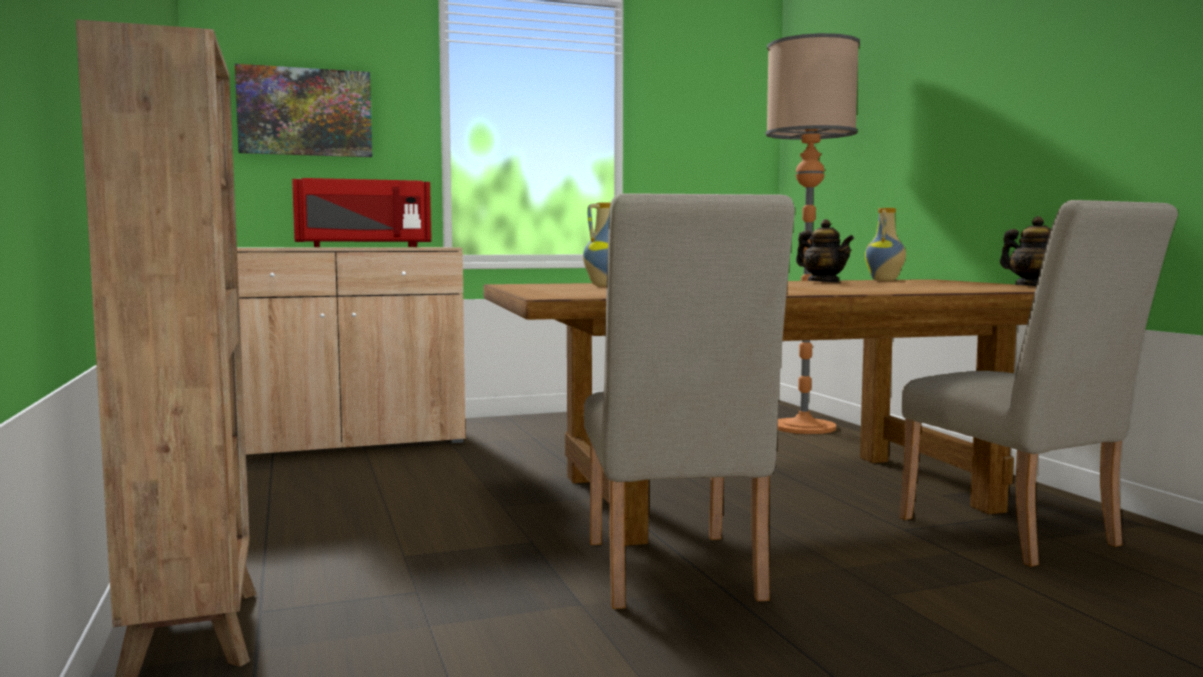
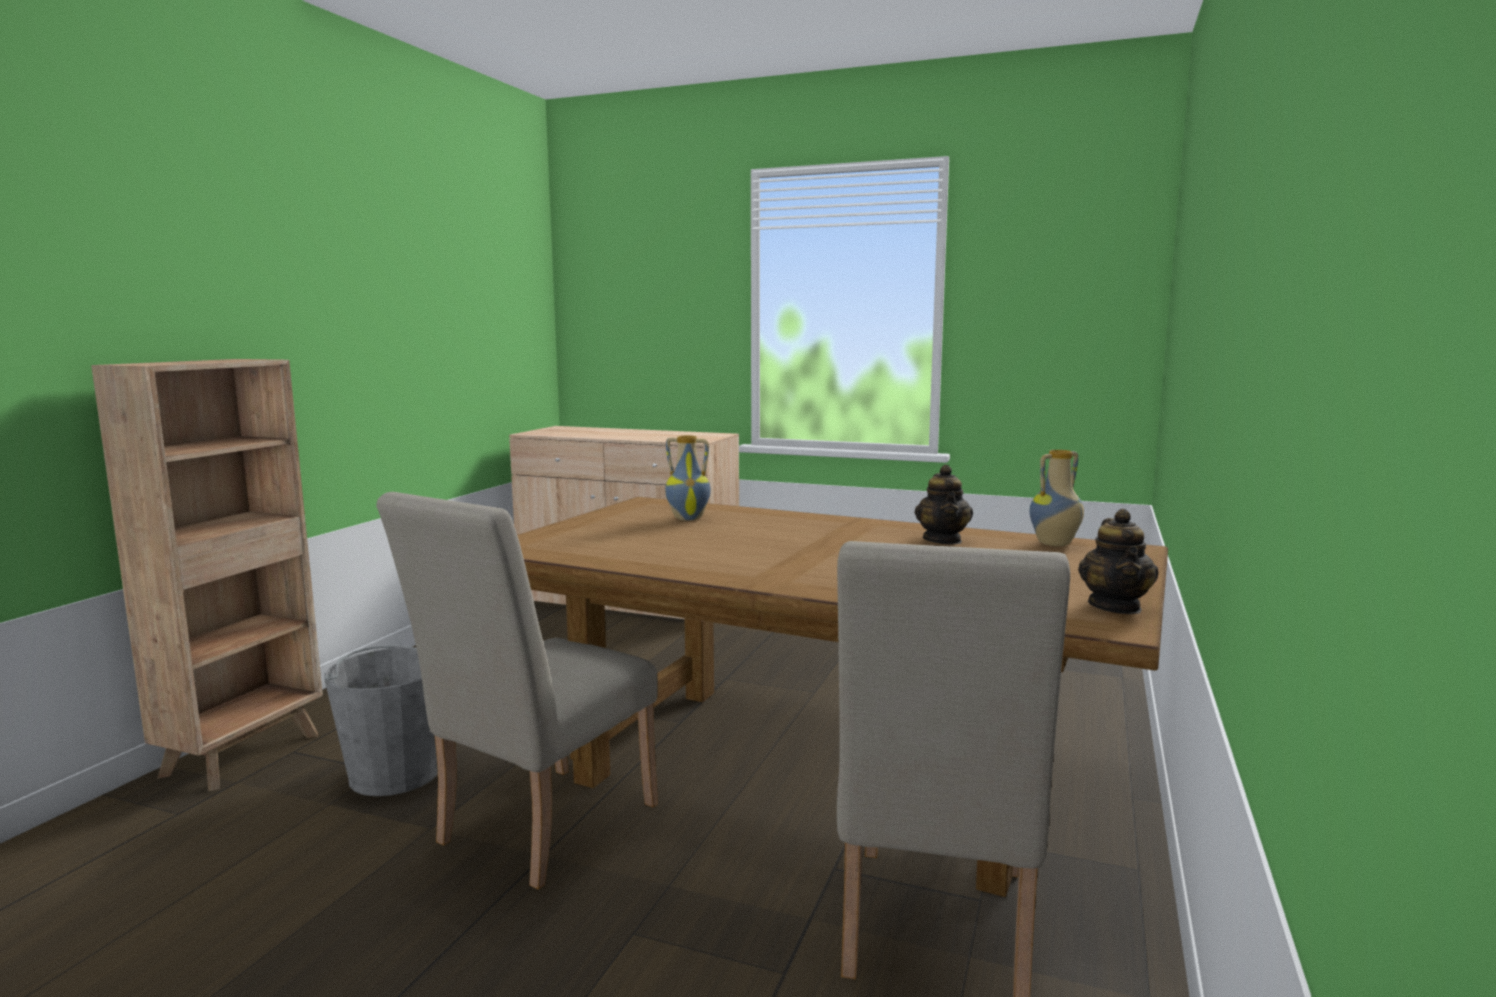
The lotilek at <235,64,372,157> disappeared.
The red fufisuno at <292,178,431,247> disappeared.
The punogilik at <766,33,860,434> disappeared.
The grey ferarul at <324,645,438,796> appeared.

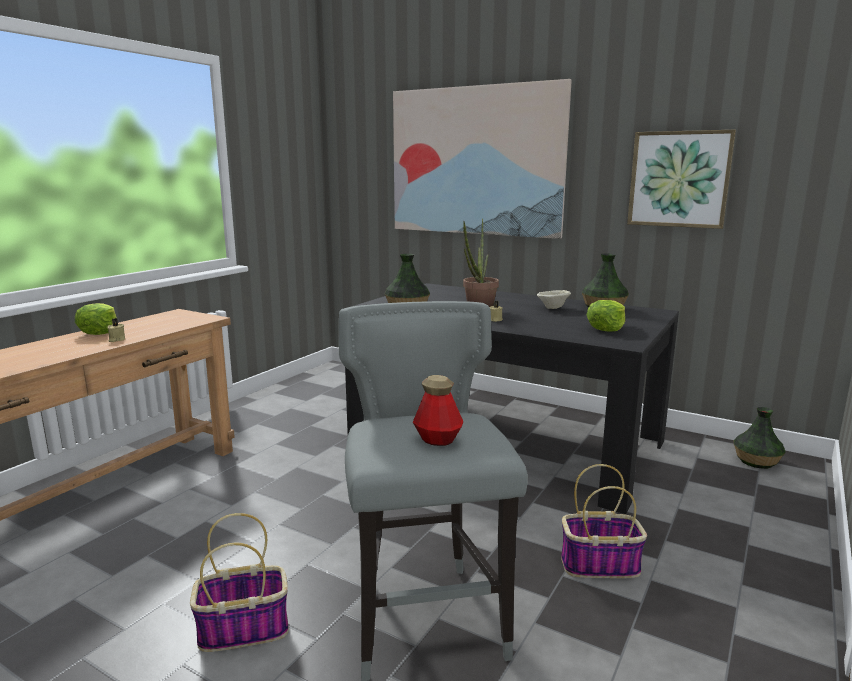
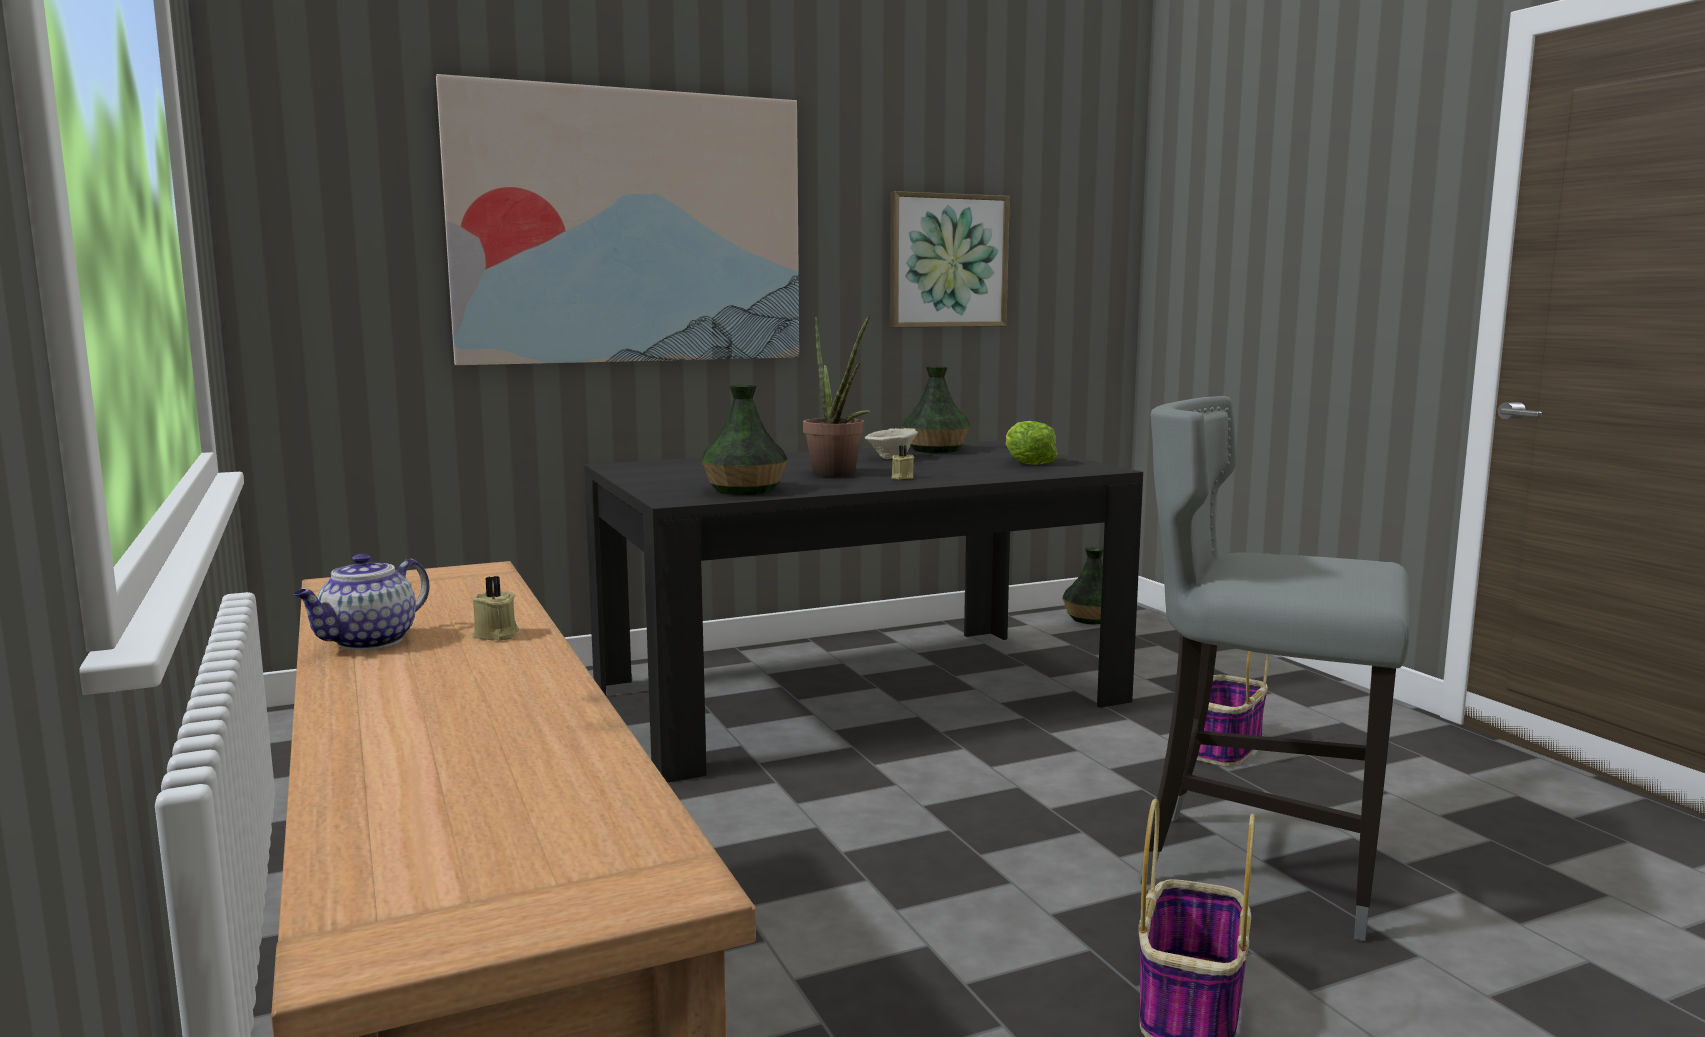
The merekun at <413,375,463,446> disappeared.
The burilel at <75,303,117,335> was replaced by the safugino at <293,553,430,650>.

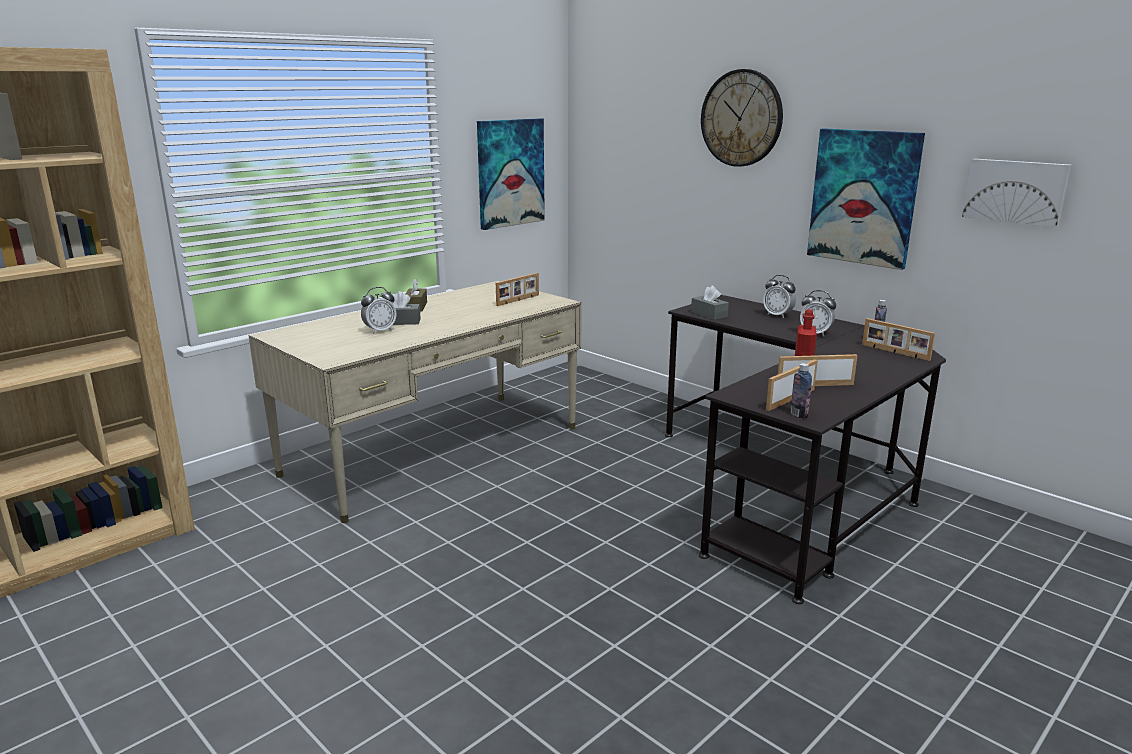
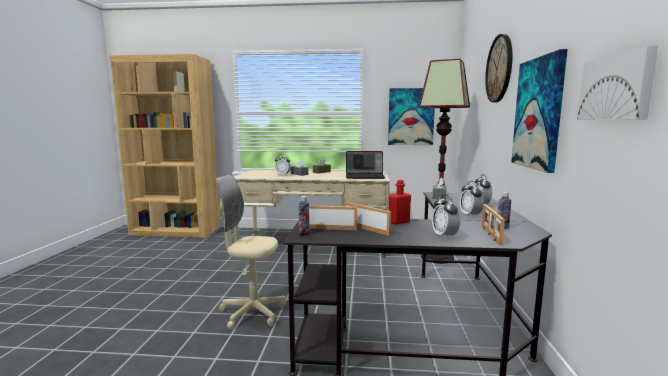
The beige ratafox at <216,174,286,330> appeared.
The punogilik at <419,58,470,264> appeared.
The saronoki at <432,194,460,239> appeared.
The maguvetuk at <496,273,539,306> was replaced by the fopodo at <346,151,385,179>.

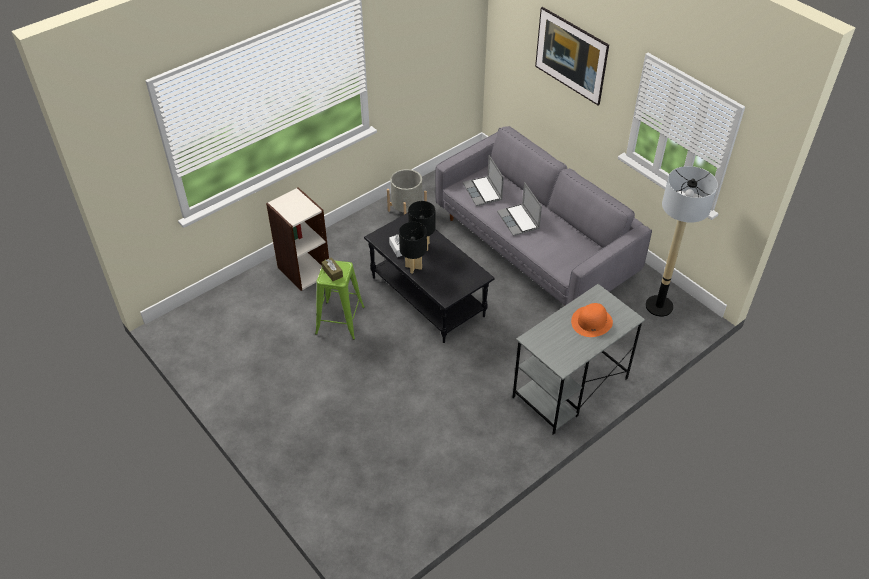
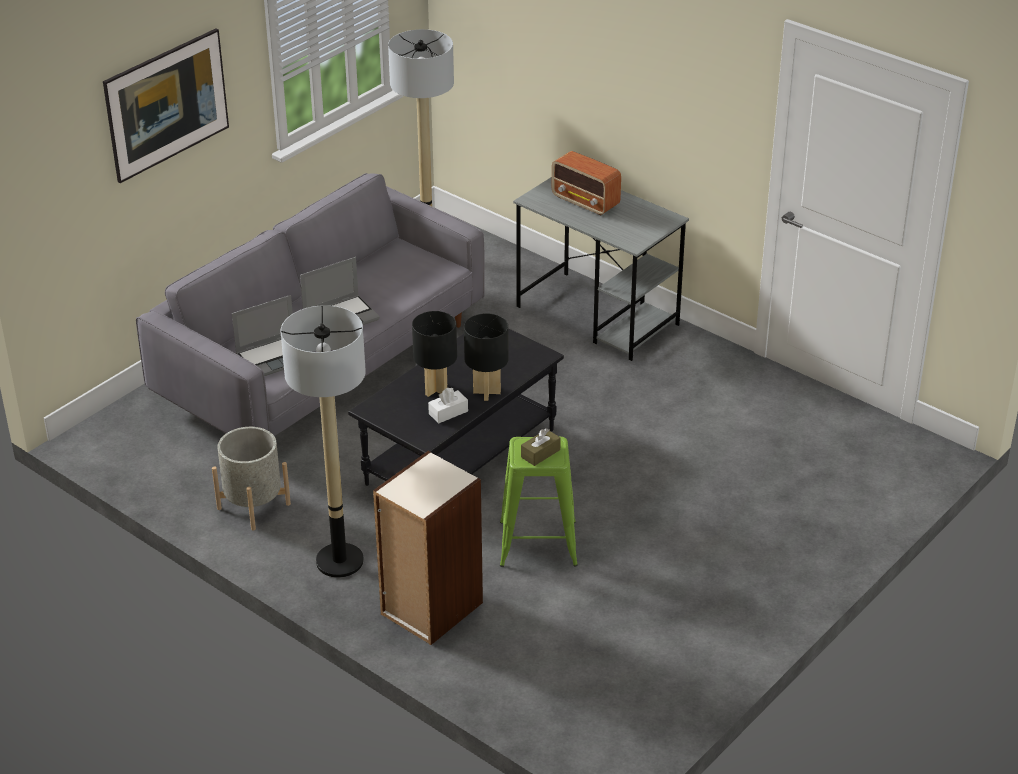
The punogilik at <281,305,366,578> appeared.
The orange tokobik at <571,303,613,337> was replaced by the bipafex at <552,151,621,216>.

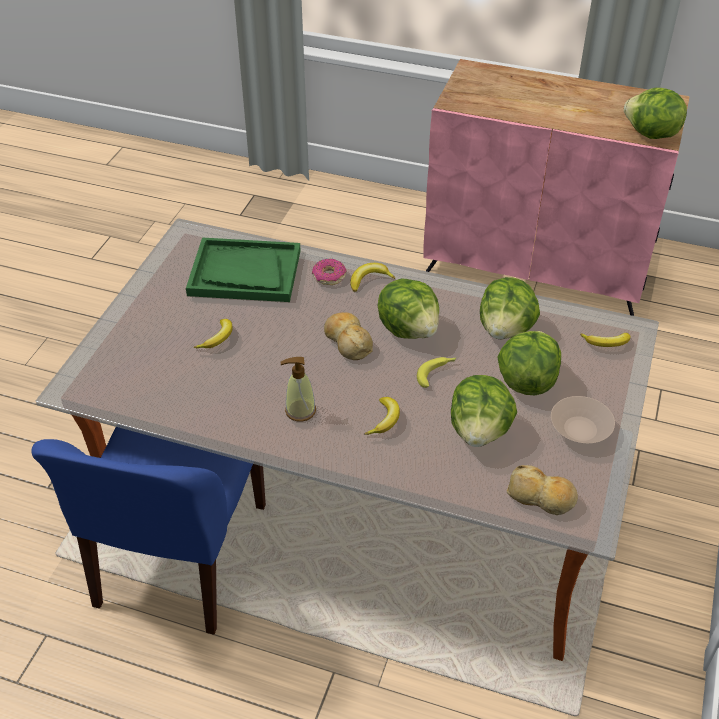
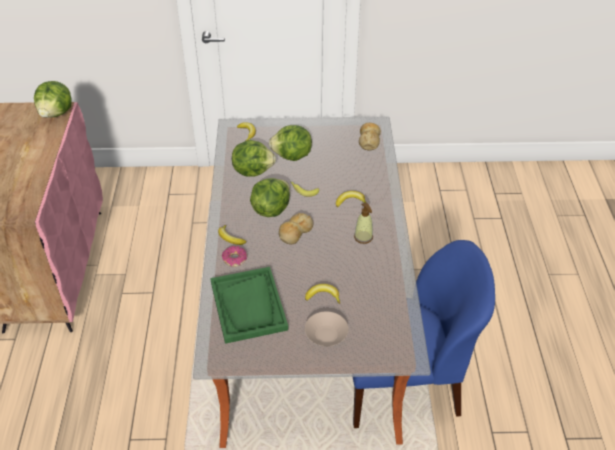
The burilel at <451,375,517,447> disappeared.
The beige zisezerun moved from <551,396,615,443> to <305,311,348,346>.

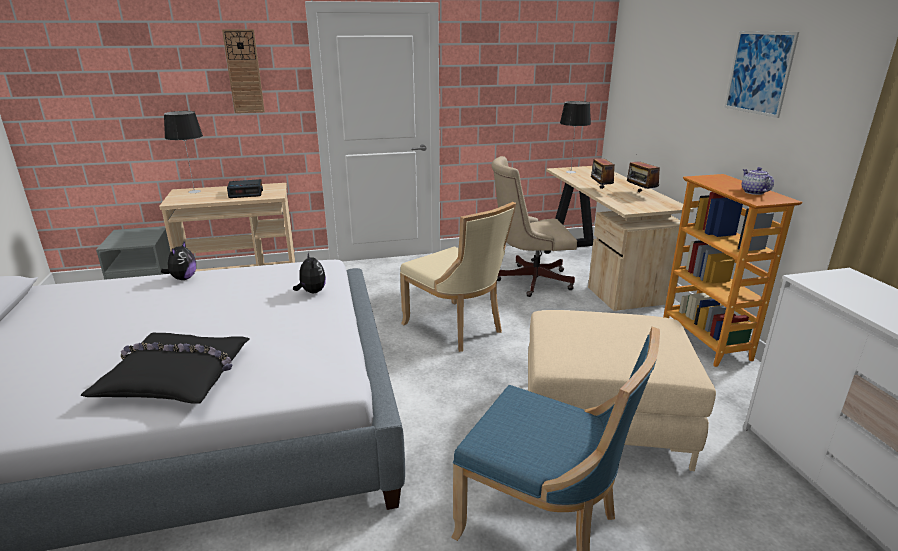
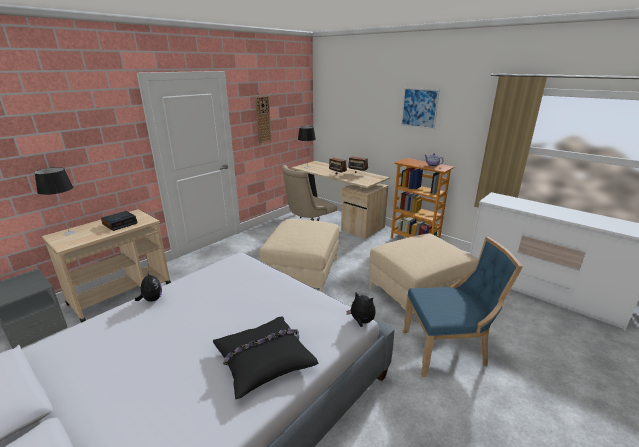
The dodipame moved from <222,29,265,113> to <255,96,271,143>.
The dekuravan moved from <293,252,326,293> to <346,292,376,327>.
The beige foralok at <400,202,516,352> was replaced by the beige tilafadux at <260,219,339,293>.

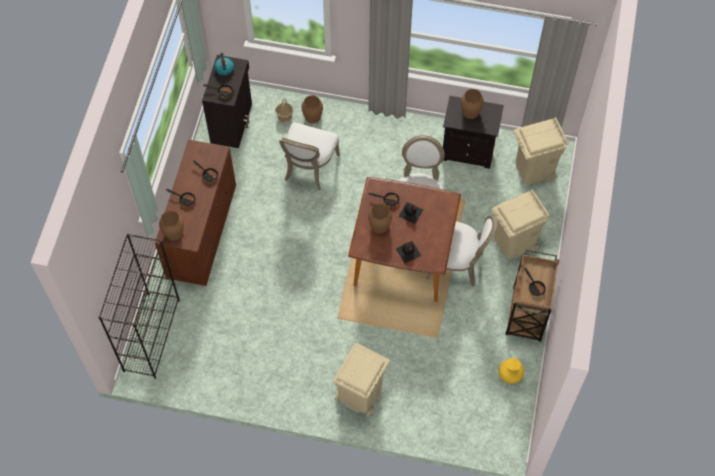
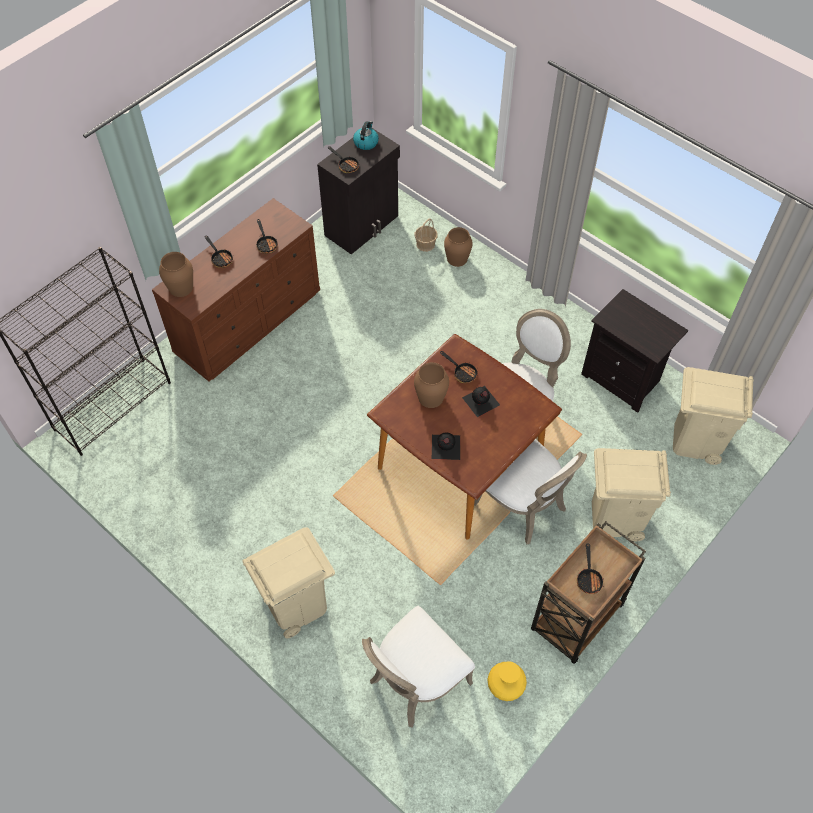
The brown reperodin at <461,89,484,119> disappeared.
The white foralok moved from <279,122,340,190> to <362,605,475,728>.

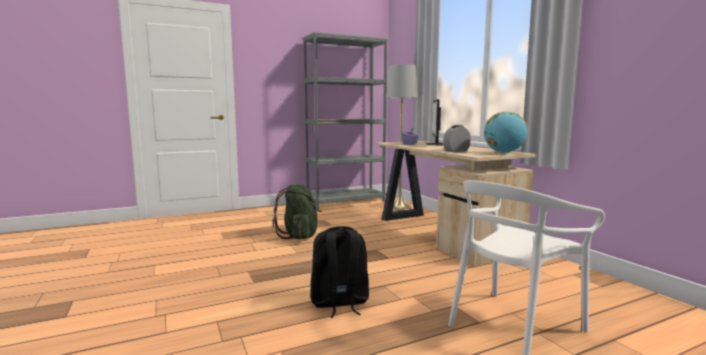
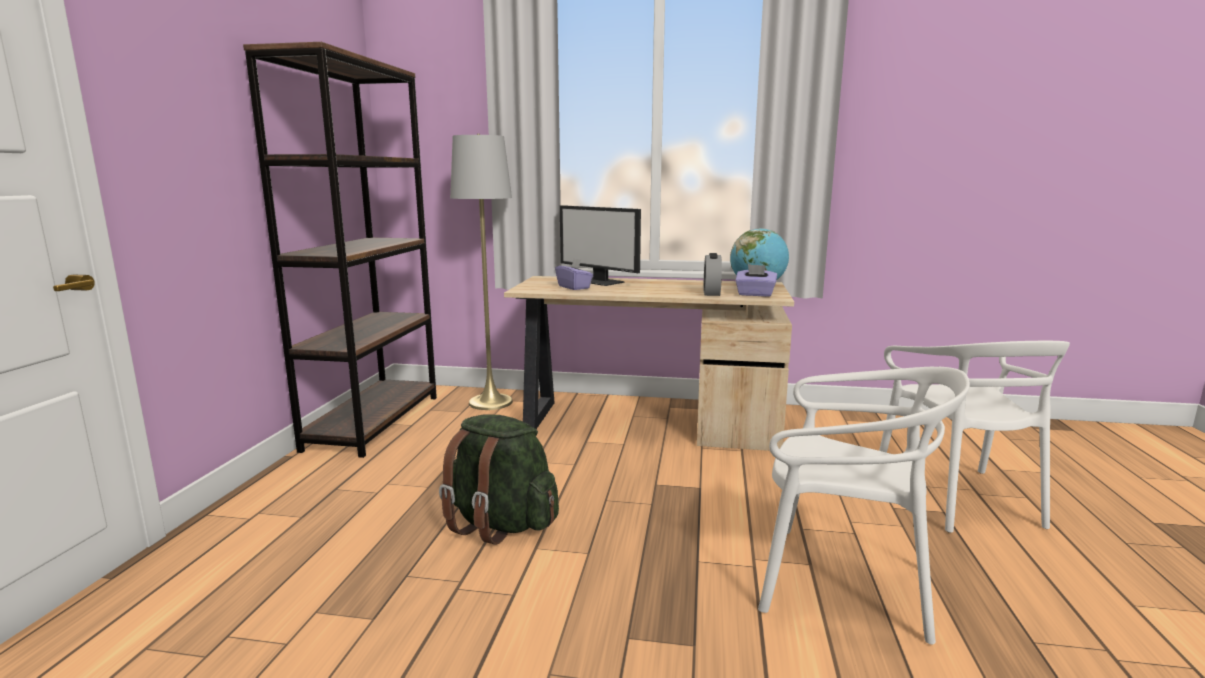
The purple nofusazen at <736,264,777,297> appeared.
The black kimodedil at <310,226,369,318> was replaced by the white foralok at <758,367,970,644>.
The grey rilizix at <303,32,388,209> became the brown rilizix at <243,42,437,458>.

